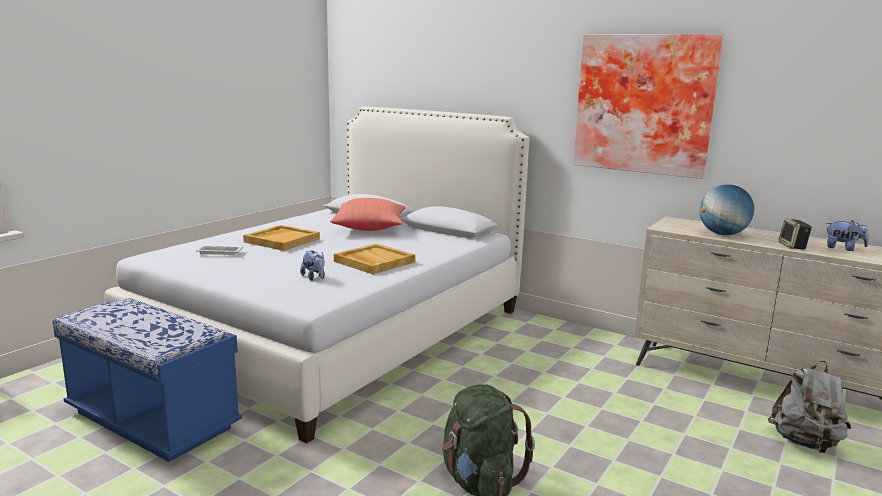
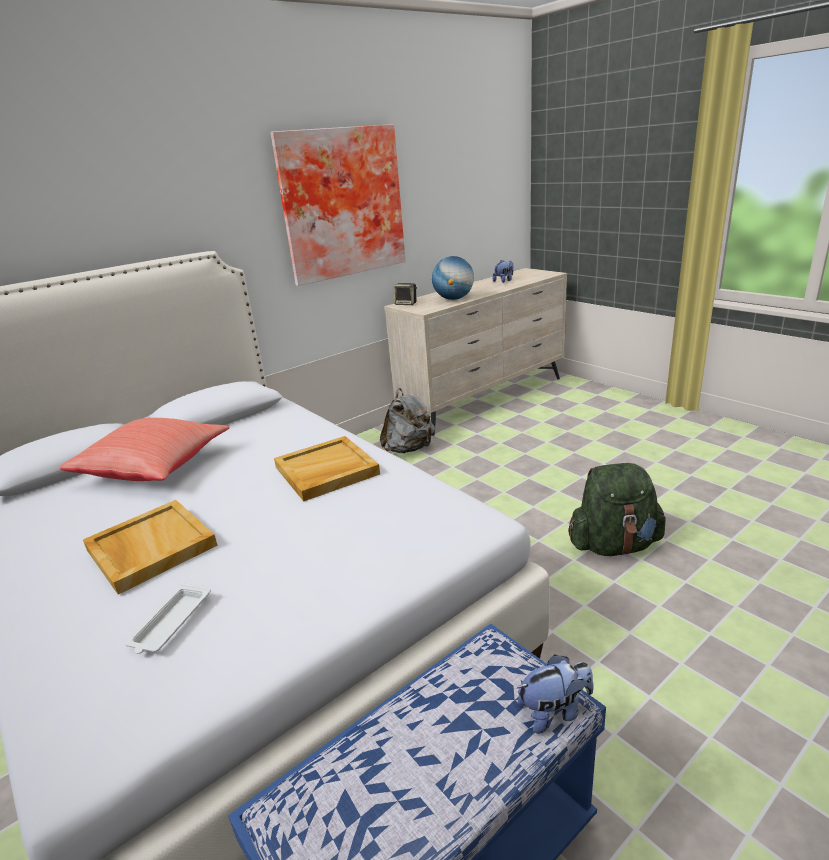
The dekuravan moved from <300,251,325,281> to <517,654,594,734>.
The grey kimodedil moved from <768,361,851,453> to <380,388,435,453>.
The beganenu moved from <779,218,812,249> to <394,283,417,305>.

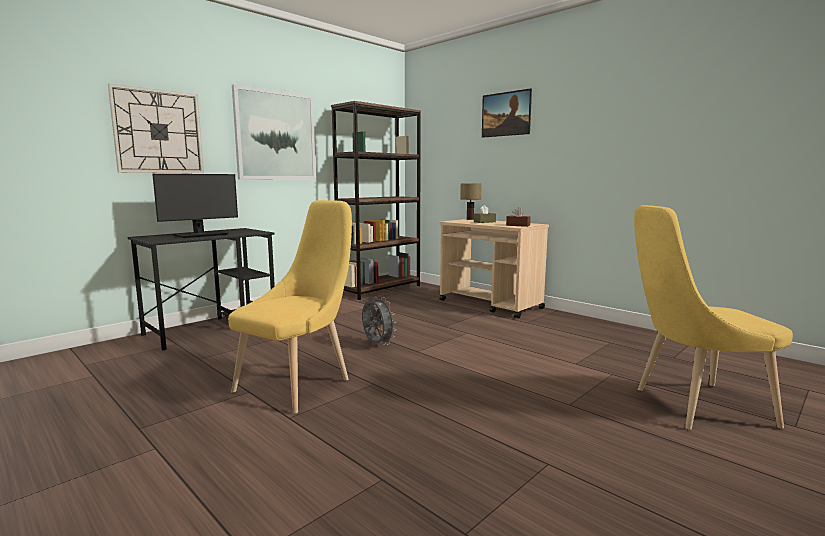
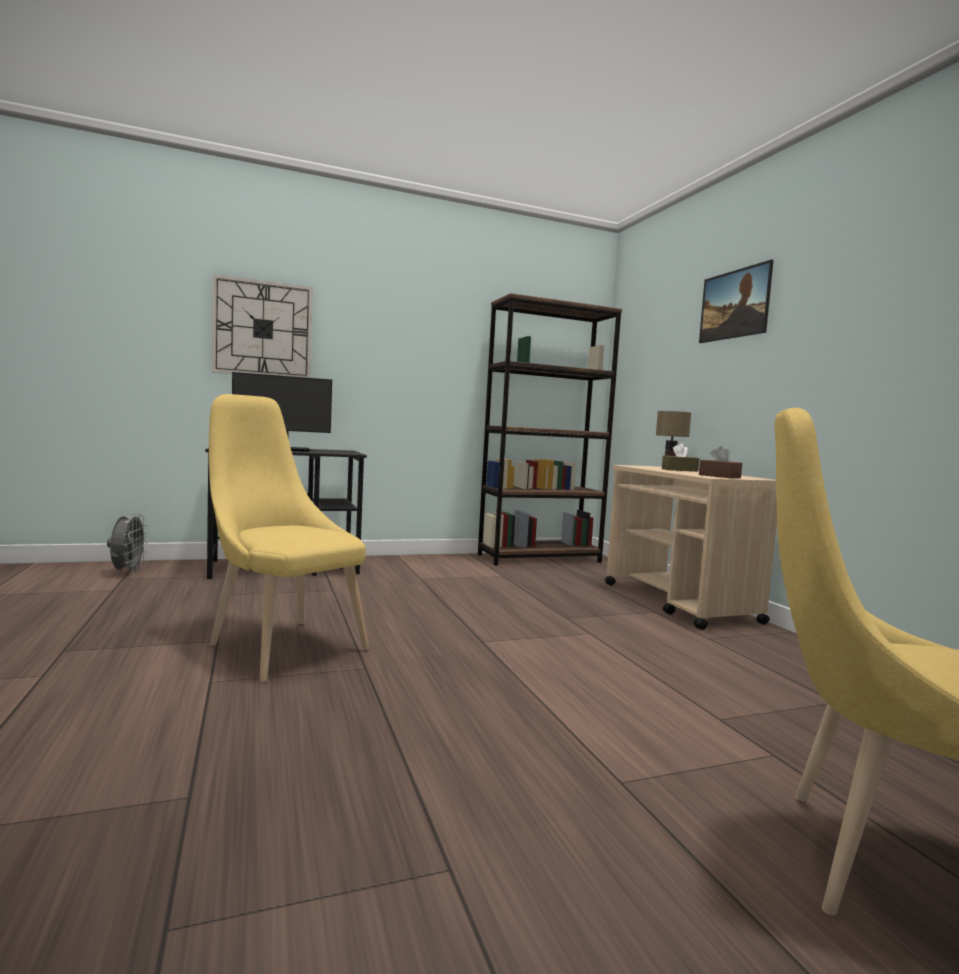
The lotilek at <232,84,316,179> disappeared.
The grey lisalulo moved from <362,296,396,345> to <107,513,149,574>.
The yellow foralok at <228,200,352,414> turned 105 degrees counterclockwise.

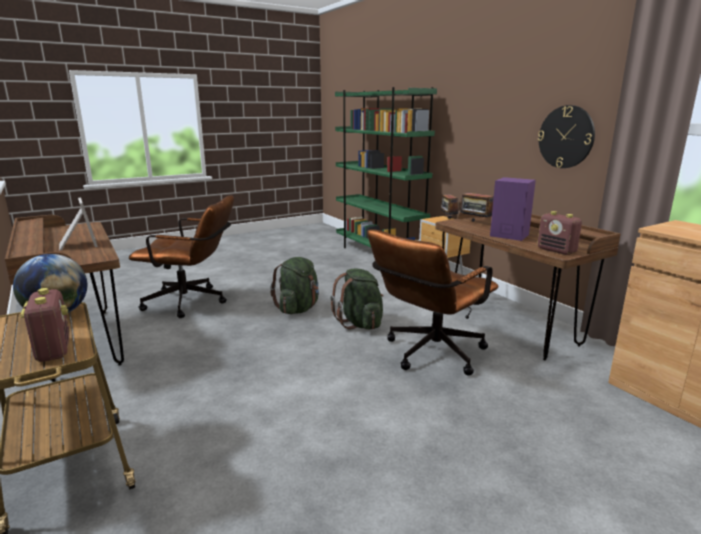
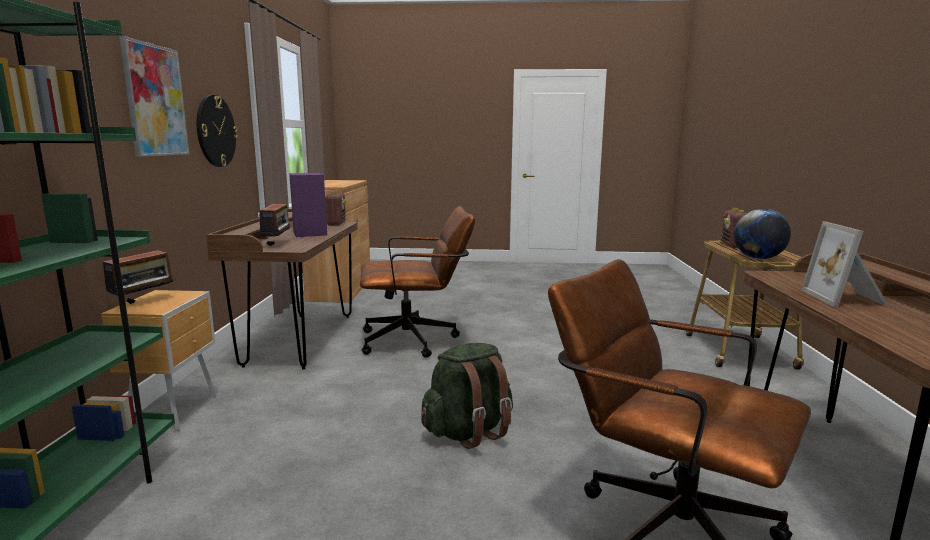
The green kimodedil at <331,269,384,330> disappeared.
The lotilek at <119,36,189,157> appeared.

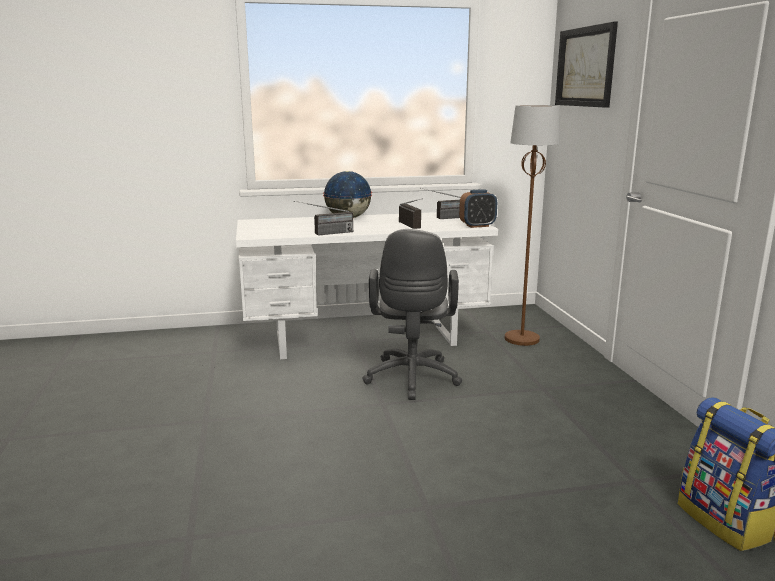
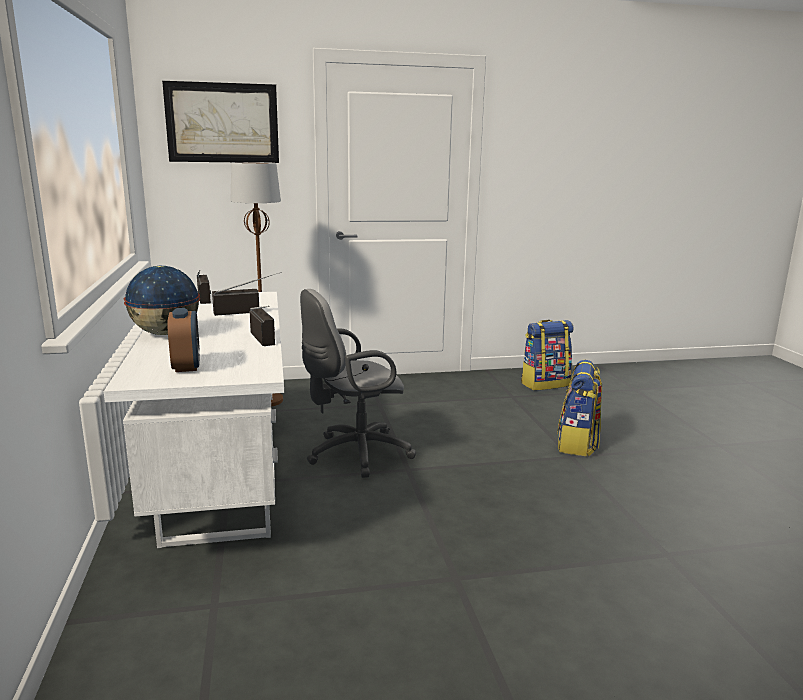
The kimodedil at <557,360,602,456> appeared.
The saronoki moved from <459,190,497,228> to <167,308,200,372>.
The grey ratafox at <362,229,462,400> turned 150 degrees clockwise.

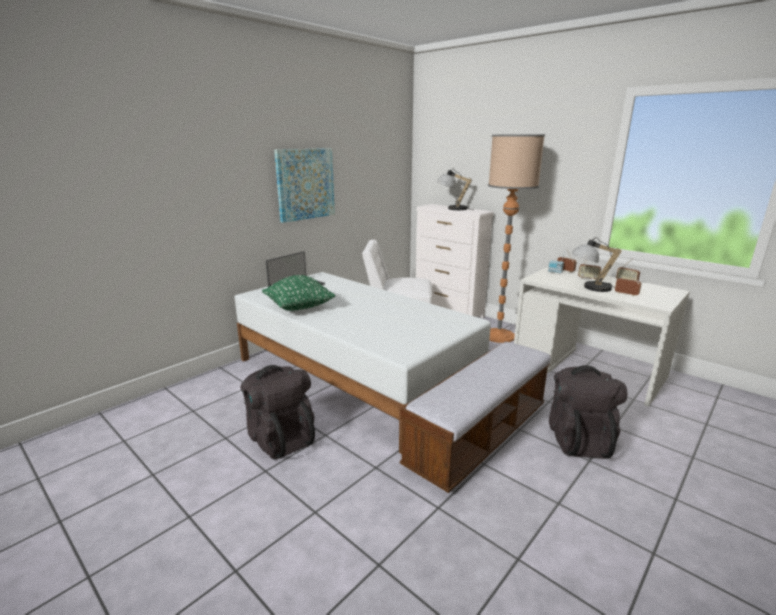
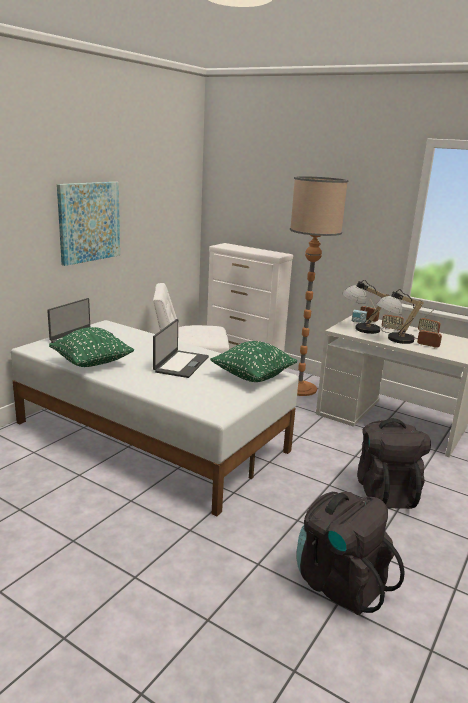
The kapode at <400,341,551,493> disappeared.
The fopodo at <153,319,209,378> appeared.
The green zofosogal at <210,341,297,382> appeared.
The black kimodedil moved from <240,365,315,460> to <296,492,405,615>.
The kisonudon moved from <437,168,472,210> to <342,280,390,334>.

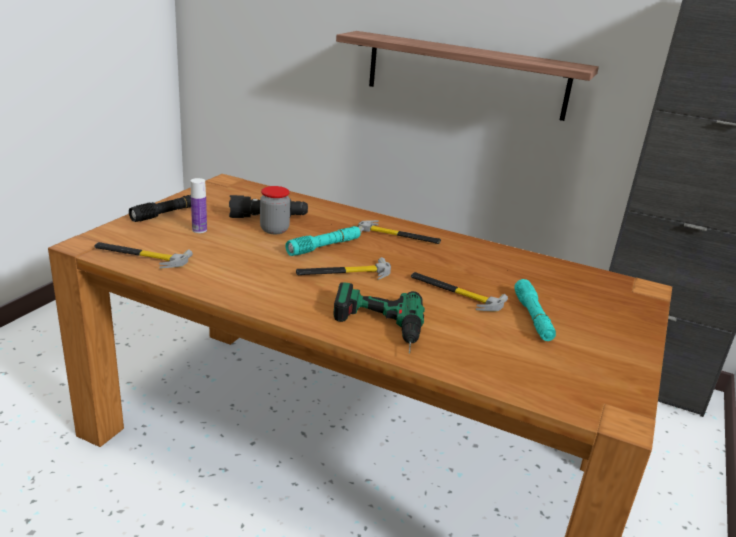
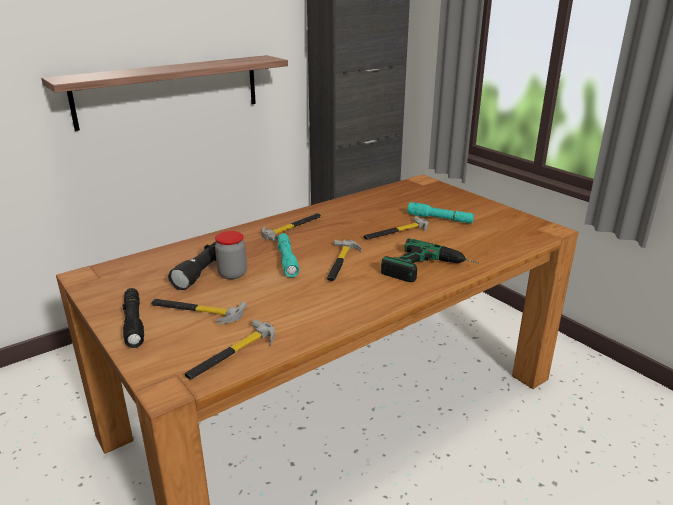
The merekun at <191,178,207,233> was replaced by the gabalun at <151,299,247,325>.

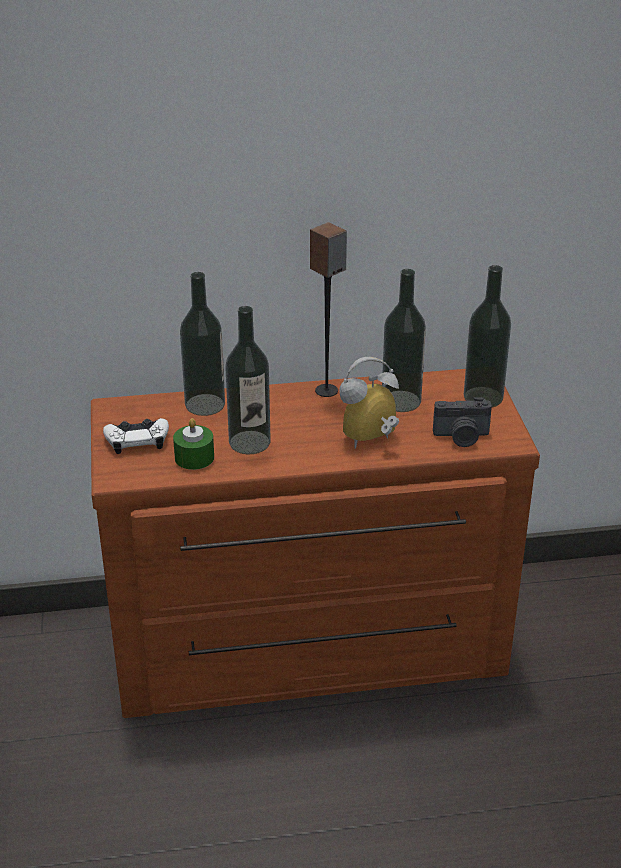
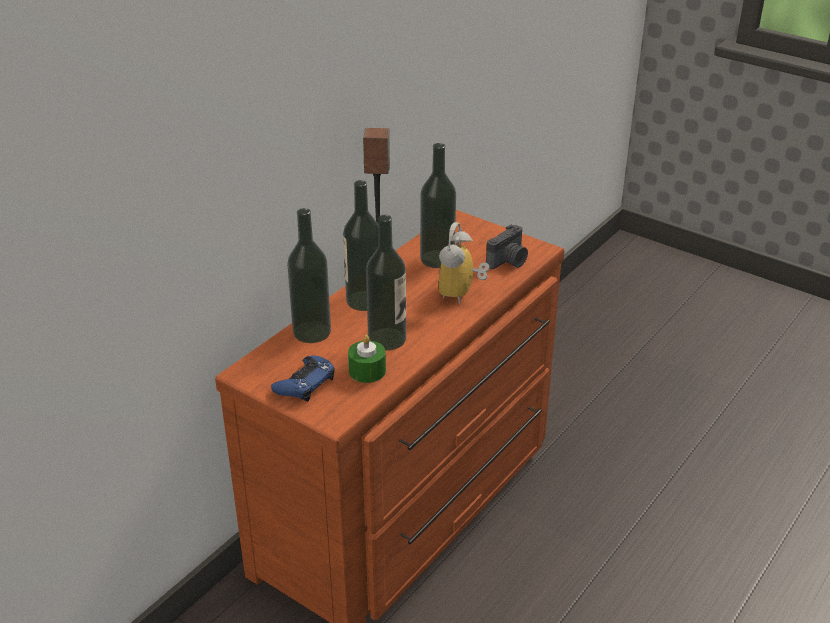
The merekun moved from <464,265,511,408> to <343,180,378,311>.
The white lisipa at <103,418,169,454> became the blue lisipa at <271,356,335,402>.

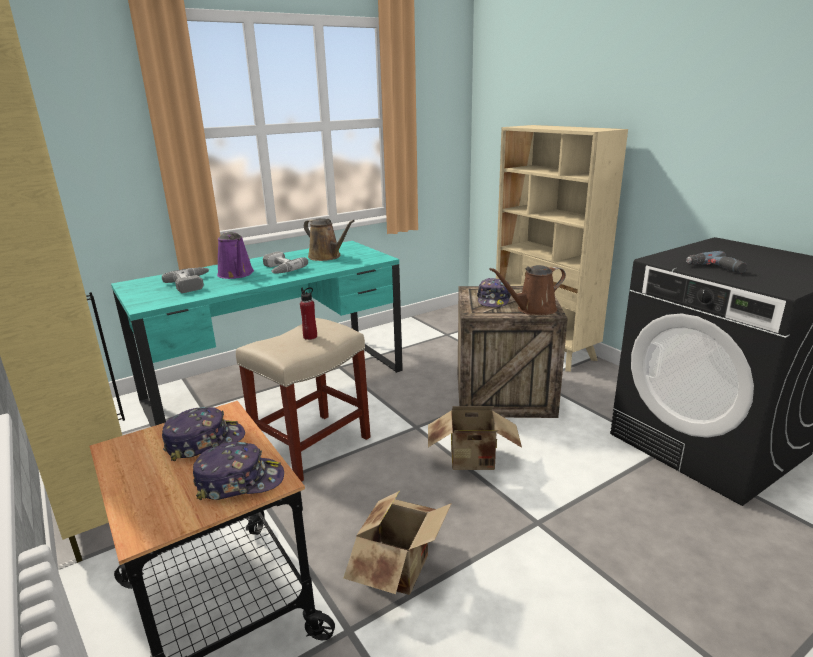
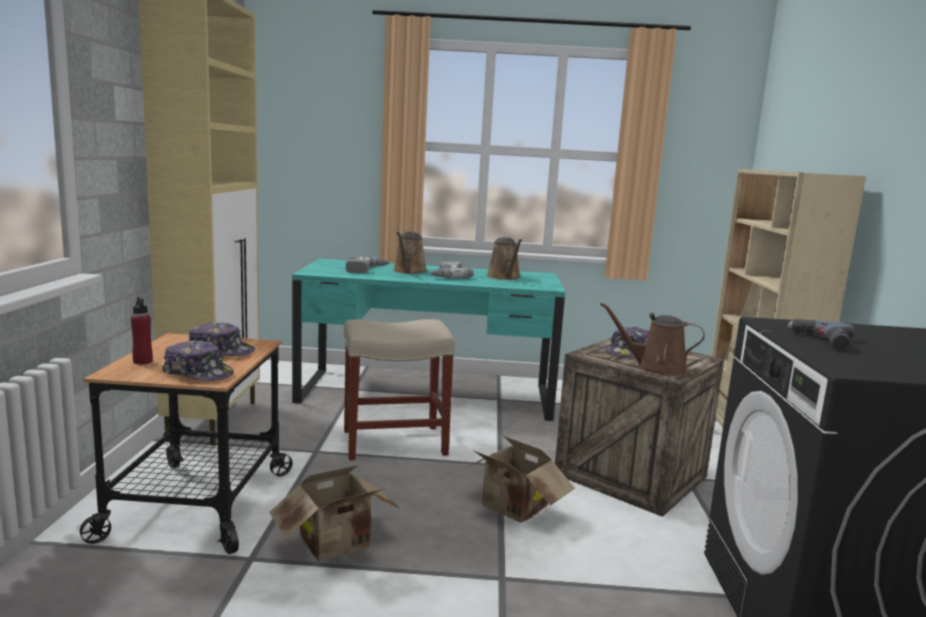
The red merekun moved from <300,288,317,340> to <131,297,153,365>.
The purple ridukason at <217,232,254,279> became the brown ridukason at <393,232,427,274>.

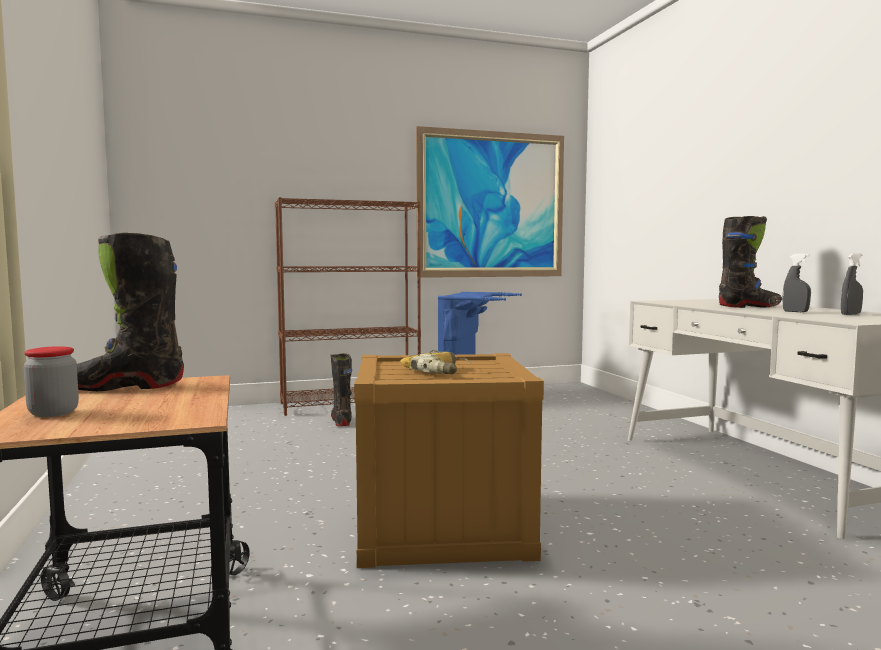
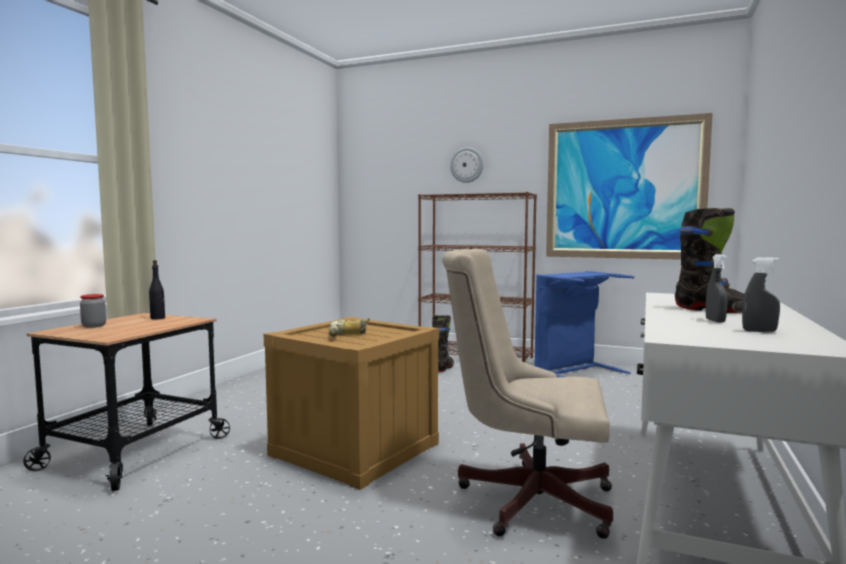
The beige ratafox at <442,249,613,539> appeared.
The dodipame at <450,147,484,183> appeared.
The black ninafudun at <77,233,184,391> was replaced by the black merekun at <149,260,165,320>.

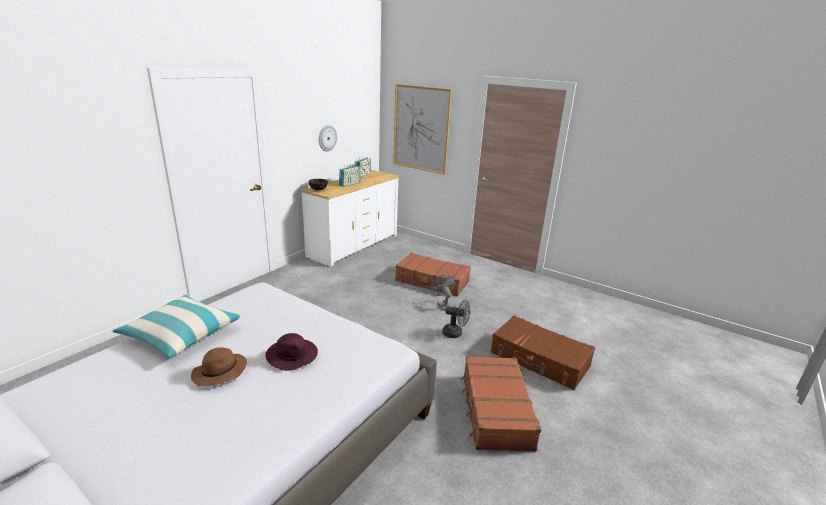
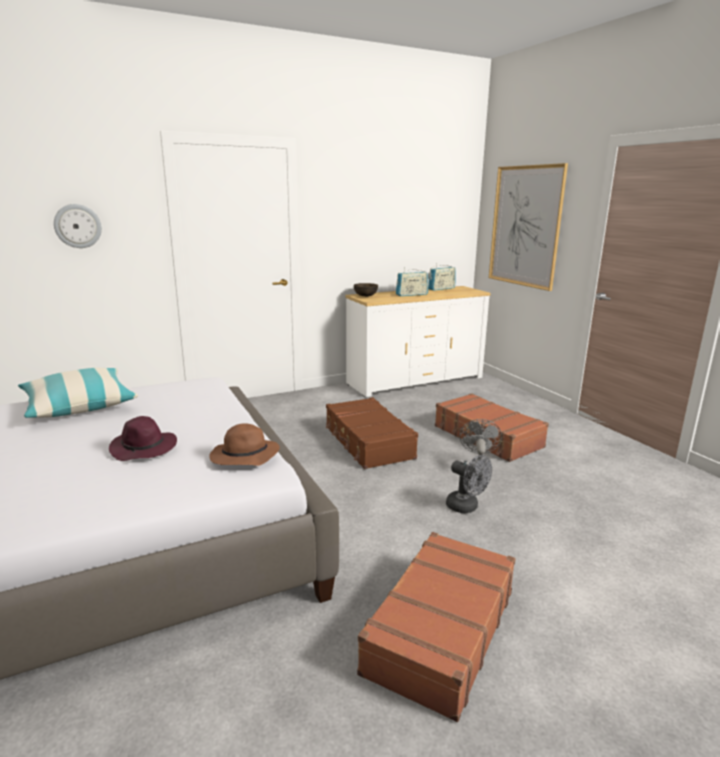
The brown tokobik moved from <191,347,247,386> to <209,423,280,466>.
The dodipame moved from <319,125,337,151> to <54,204,102,248>.
The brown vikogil moved from <490,315,595,390> to <326,397,418,469>.

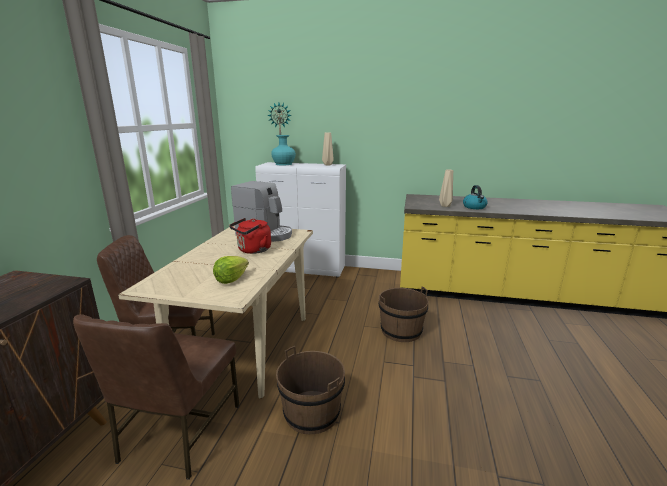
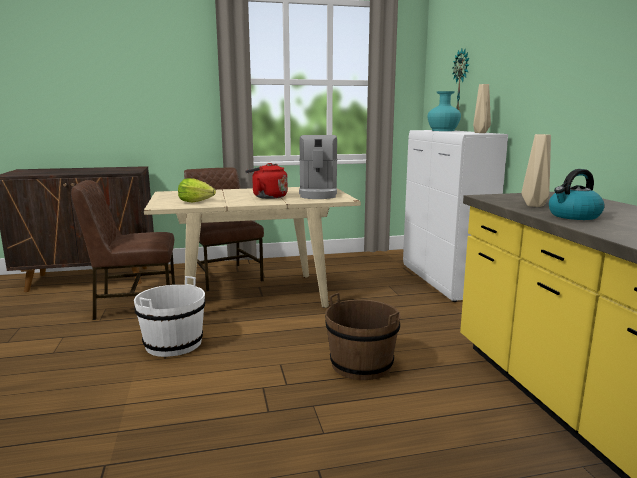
The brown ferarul at <276,346,345,434> became the white ferarul at <134,276,205,357>.

